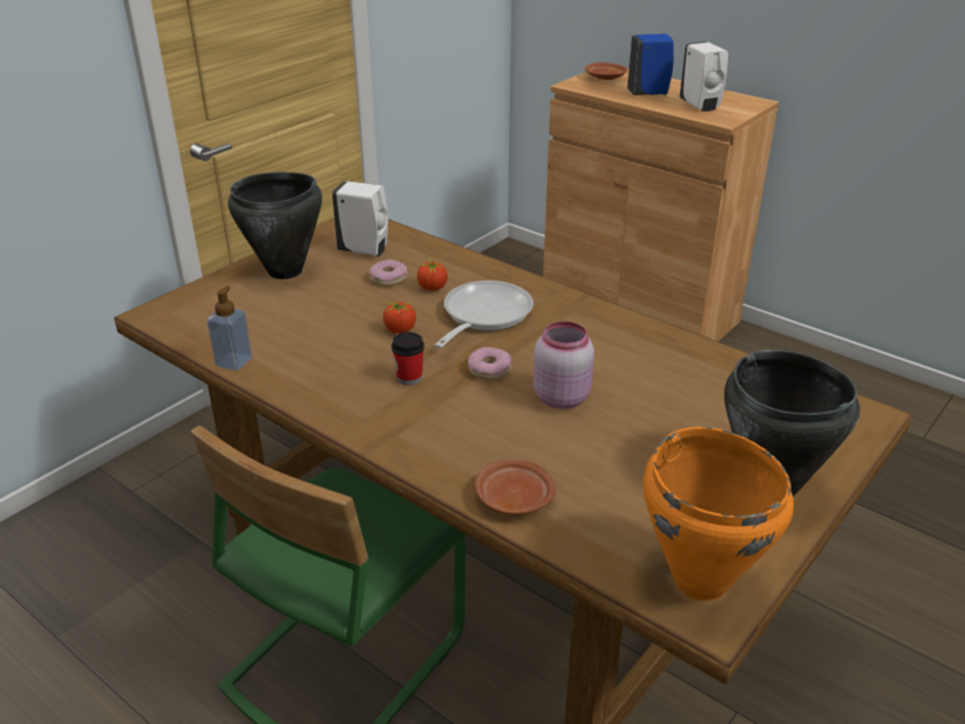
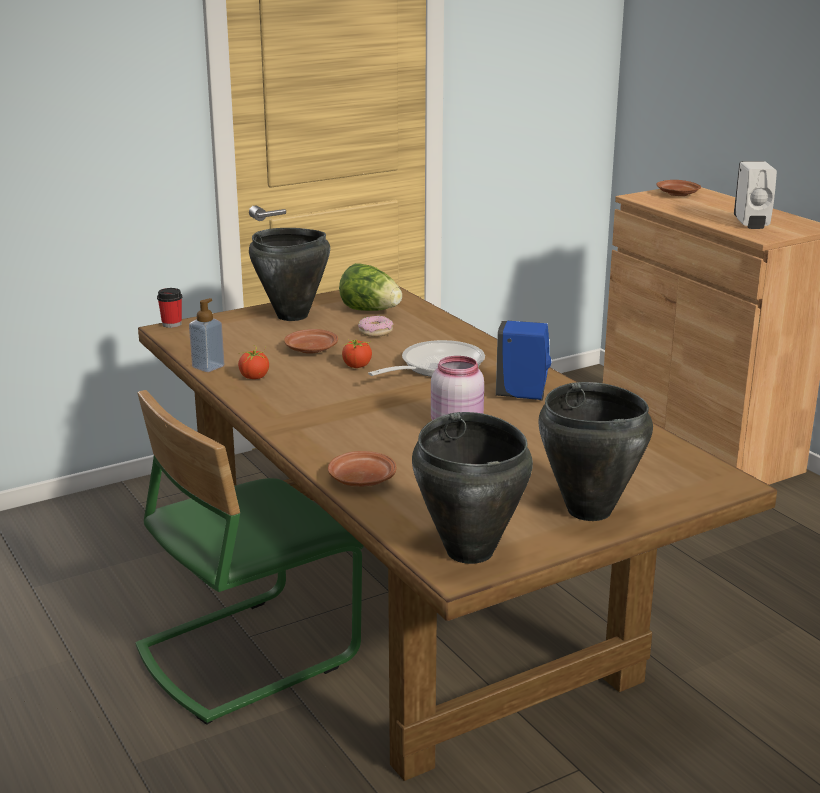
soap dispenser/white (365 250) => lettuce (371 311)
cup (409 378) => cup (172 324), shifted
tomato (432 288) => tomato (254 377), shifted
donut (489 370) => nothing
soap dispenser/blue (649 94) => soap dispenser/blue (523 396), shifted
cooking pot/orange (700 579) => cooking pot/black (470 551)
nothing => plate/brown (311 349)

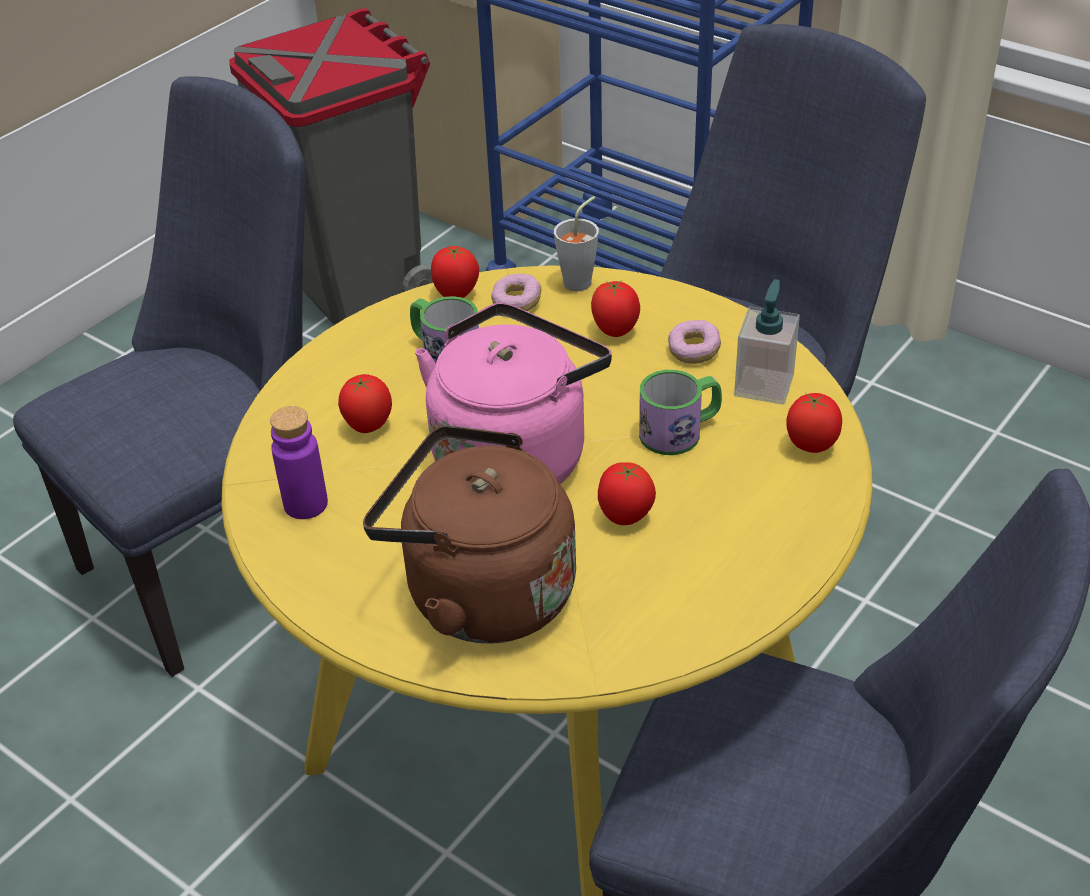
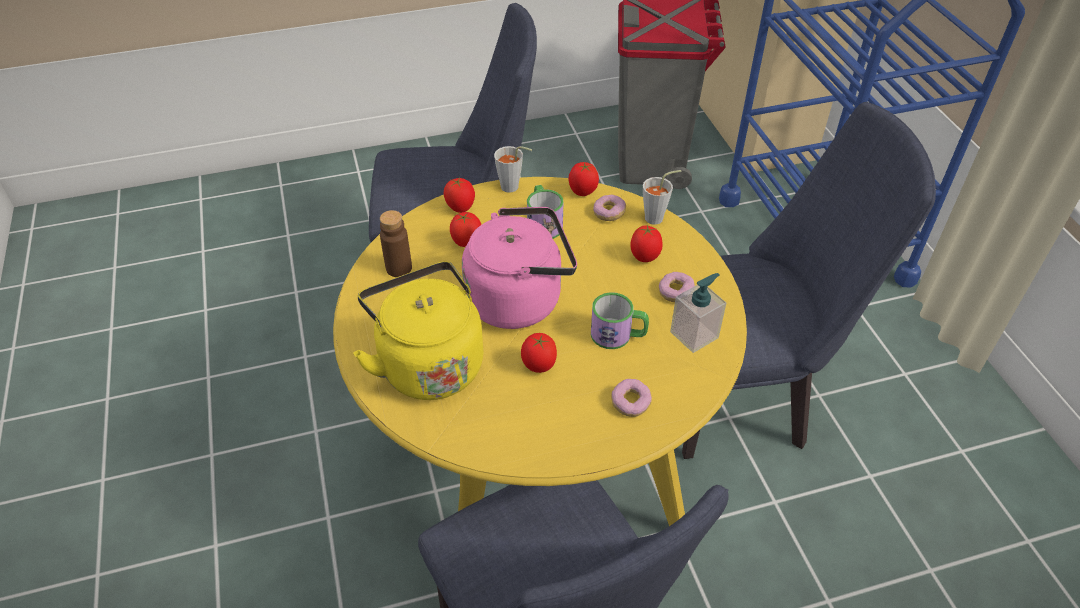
bottle/purple (306 504) => bottle/brown (399 268)
kettle/brown (480 593) => kettle/yellow (428 363)
tomato (811 446) => tomato (460 208), shifted
nothing => cup/grey (513 188)
nothing => donut (630 403)

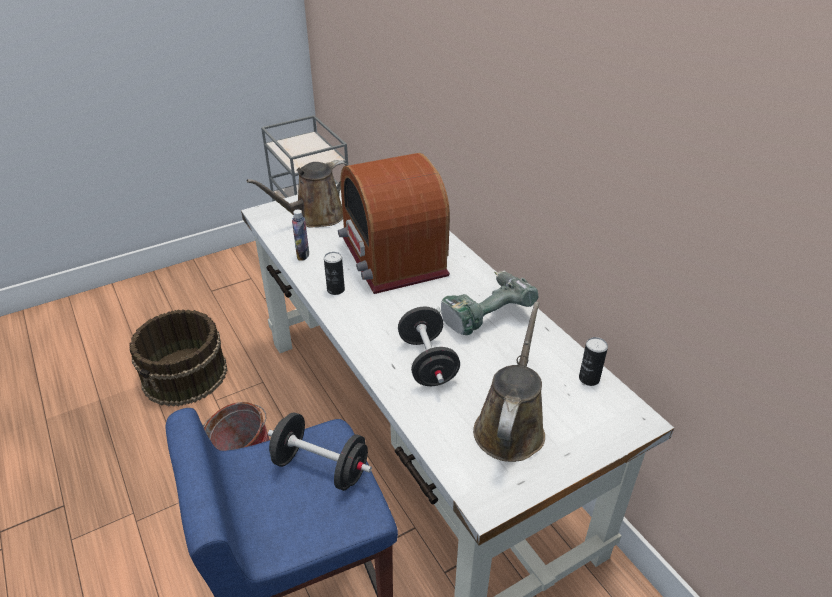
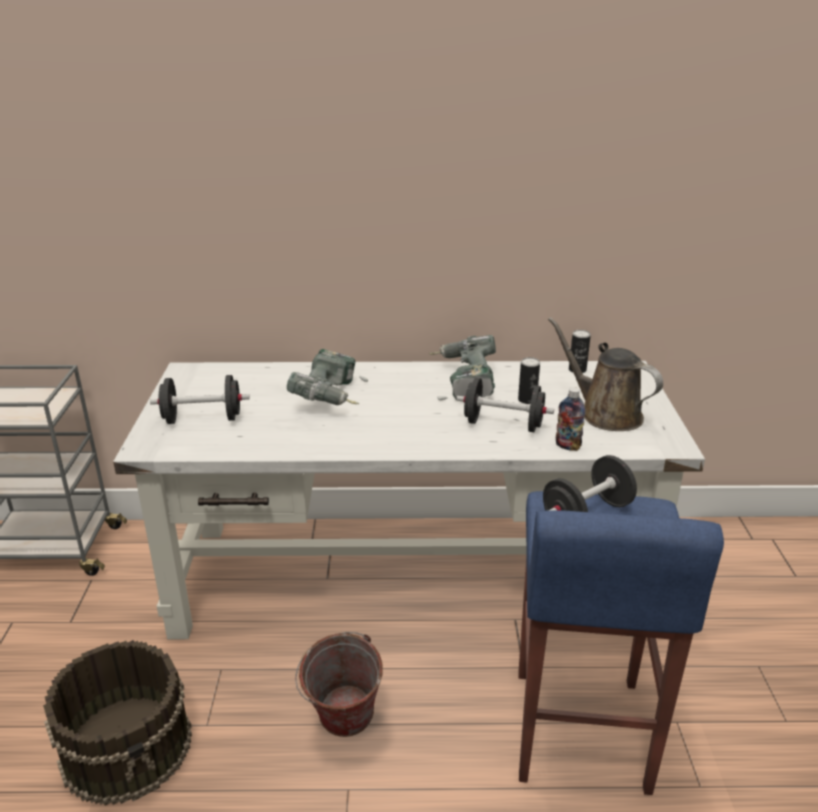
watering can/brown (315 217) => dumbbell/black (202 419)
bottle (303 255) => bottle (567 446), shifted
can (335 289) => can (527 400), shifted
radio (392 256) => power drill (332 398)

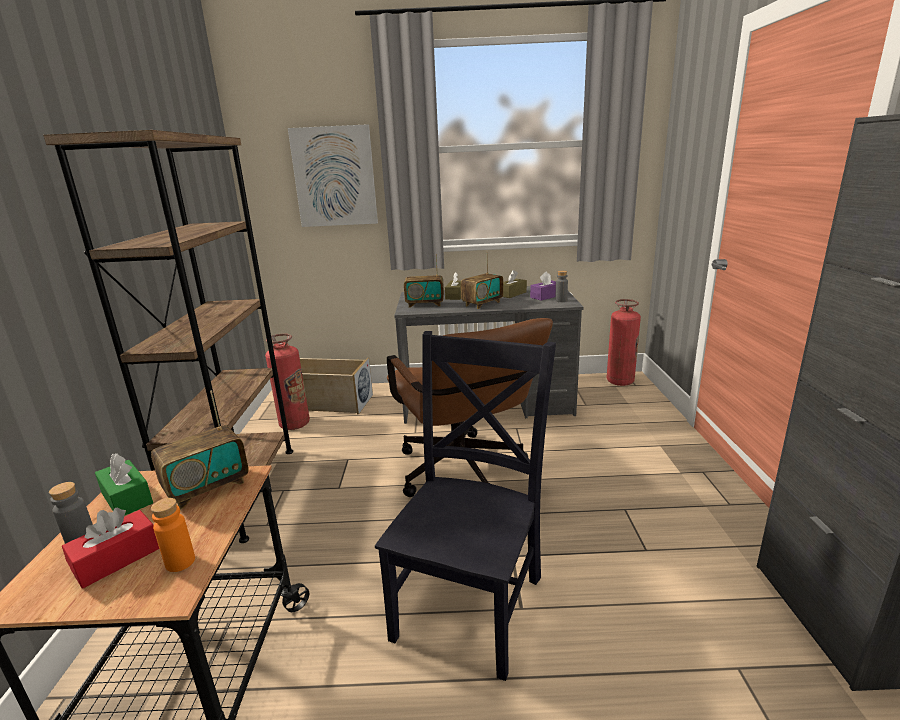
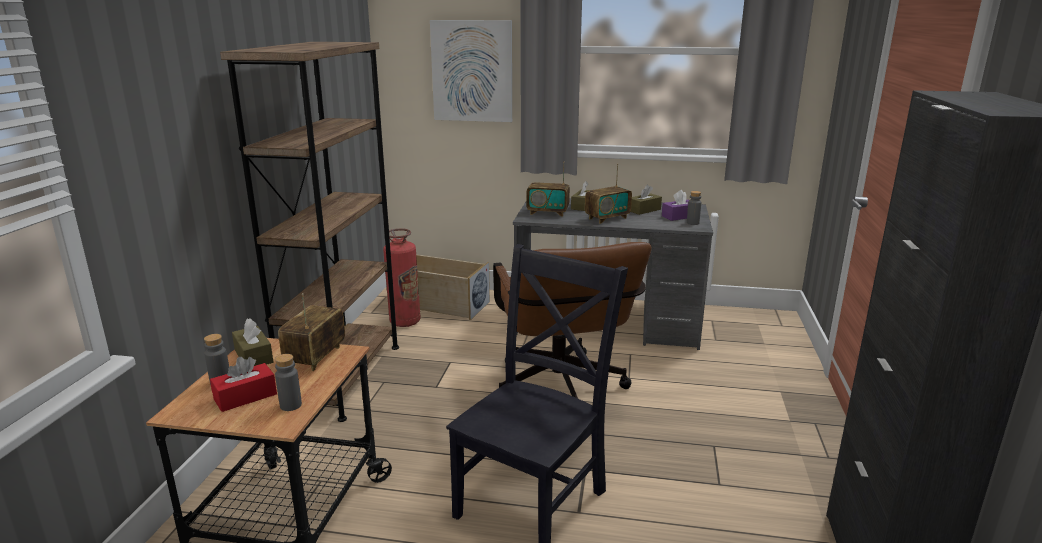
tissue box/green (127 498) => tissue box/brown (253 356)
radio (207 488) => radio (316 357), 135 degrees clockwise
bottle/orange (180 562) => bottle/grey (290 405)
fire extinguisher (620 381) => nothing

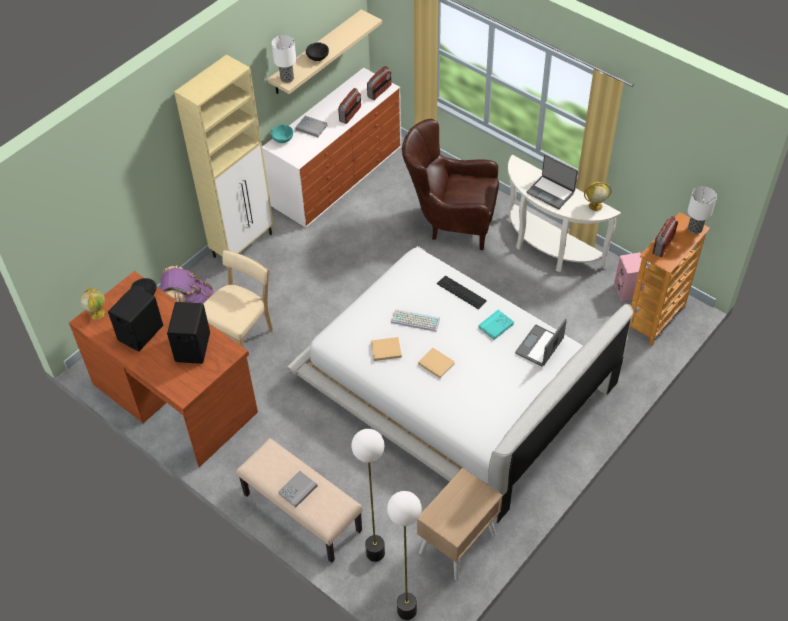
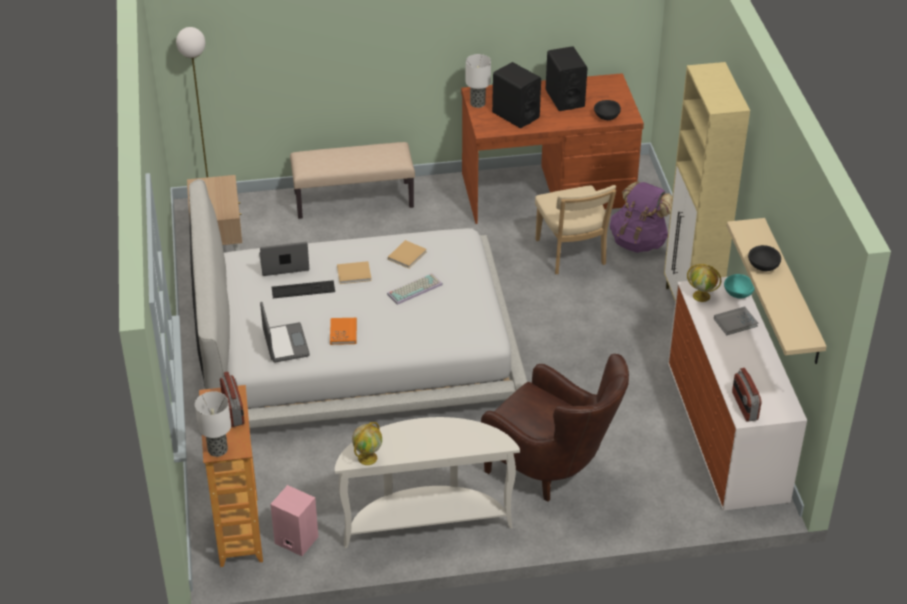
globe (97 313) => globe (702 296), shifted
table lamp (287 78) => table lamp (477 103), shifted
book/grey (297 490) => nothing
radio (350 114) => nothing
floor lamp (375 552) => nothing
armchair/brown (450 222) => armchair/brown (553 471), 75 degrees clockwise
keyboard (461 292) => keyboard (303 289), shifted
book/turquoise (496 325) => book/orange (343 332)
laptop (551 192) => laptop (284 264), shifted

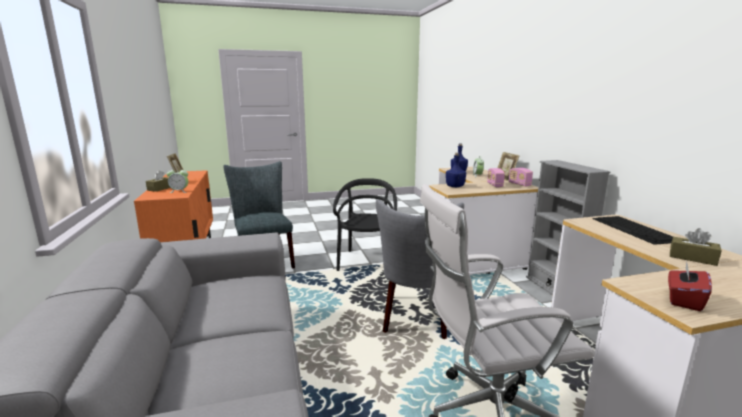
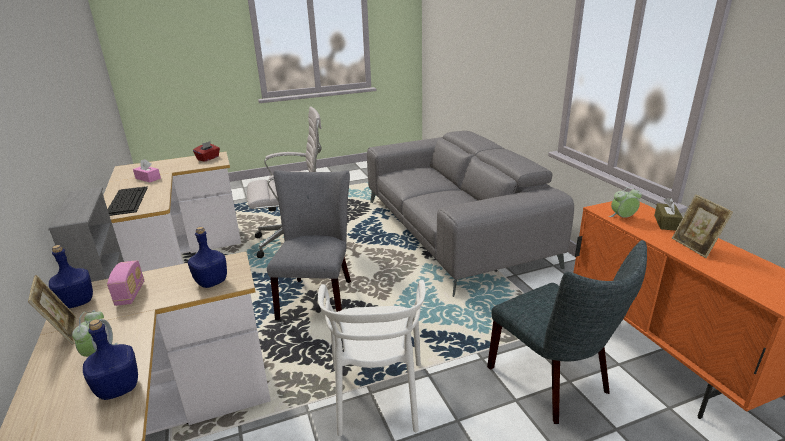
chair/black (367 261) => chair/white (377 395)
radio (519 184) => bottle/blue (77 301)
tissue box/brown (692 258) => tissue box/pink (148 178)

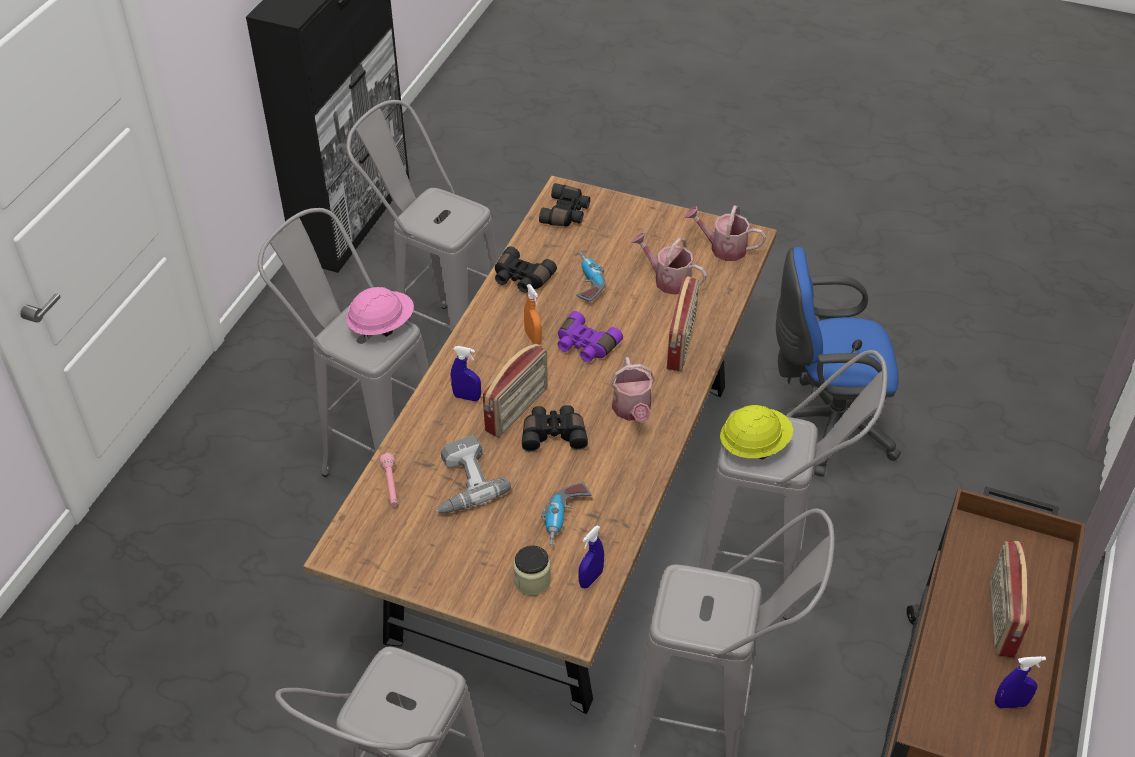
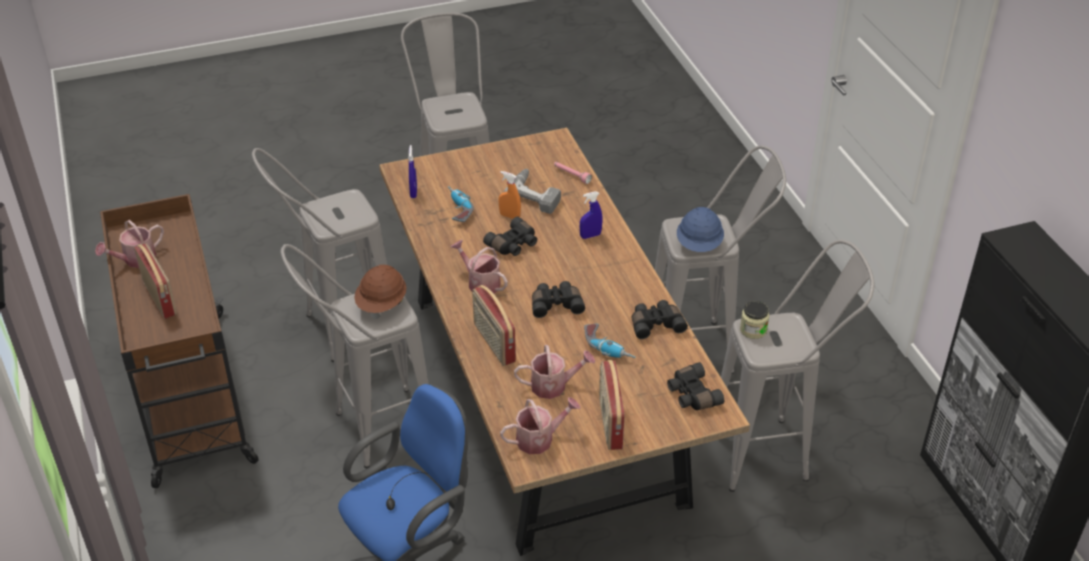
hard hat/pink (381 326) => hard hat/blue (699 245)
radio (517 410) => radio (609 422), shifted
jar (532 581) => jar (753 330), shifted
spray bottle/orange (533 337) => spray bottle/orange (509 216), shifted
binoculars/purple (585 346) => binoculars/black (556 304)
hard hat/yellow (754 445) => hard hat/brown (382 304)
spray bottle/blue (1010 703) => watering can (135 260)

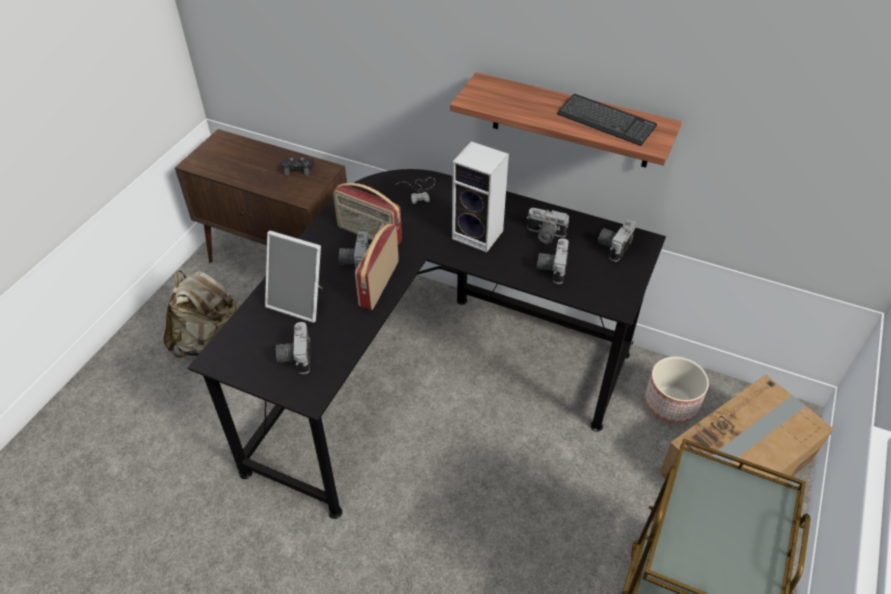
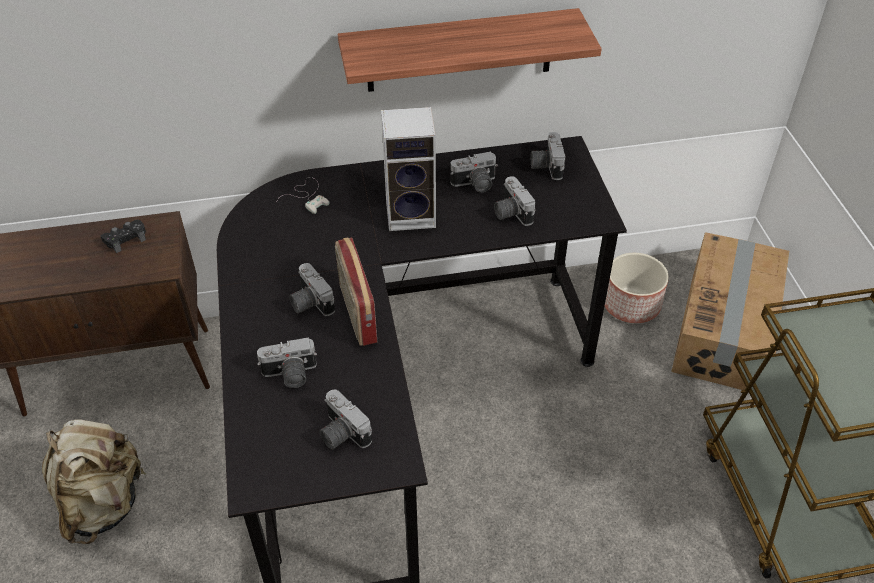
picture frame (300 302) => photo camera (290 375)
radio (368 235) => nothing
keyboard (606 121) => nothing

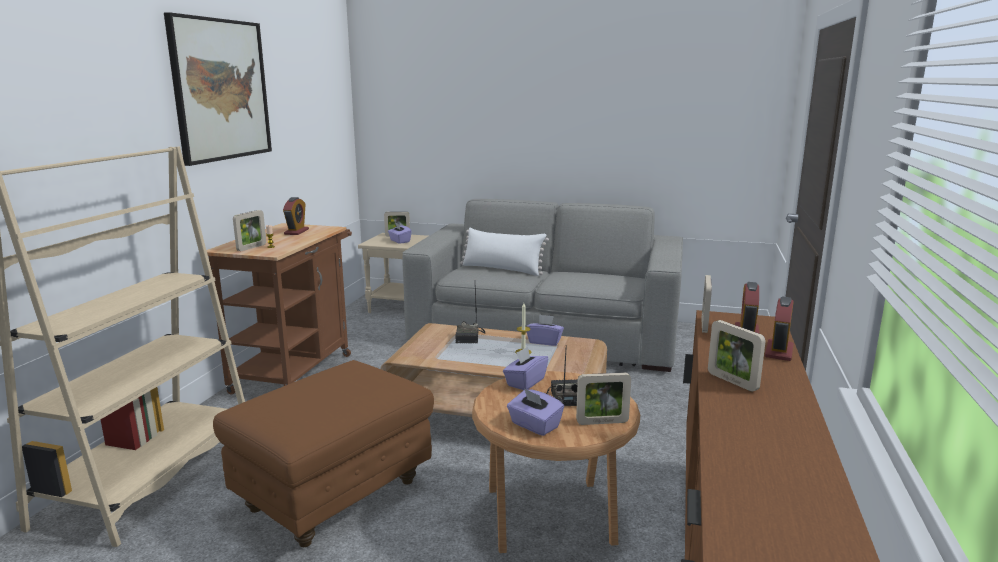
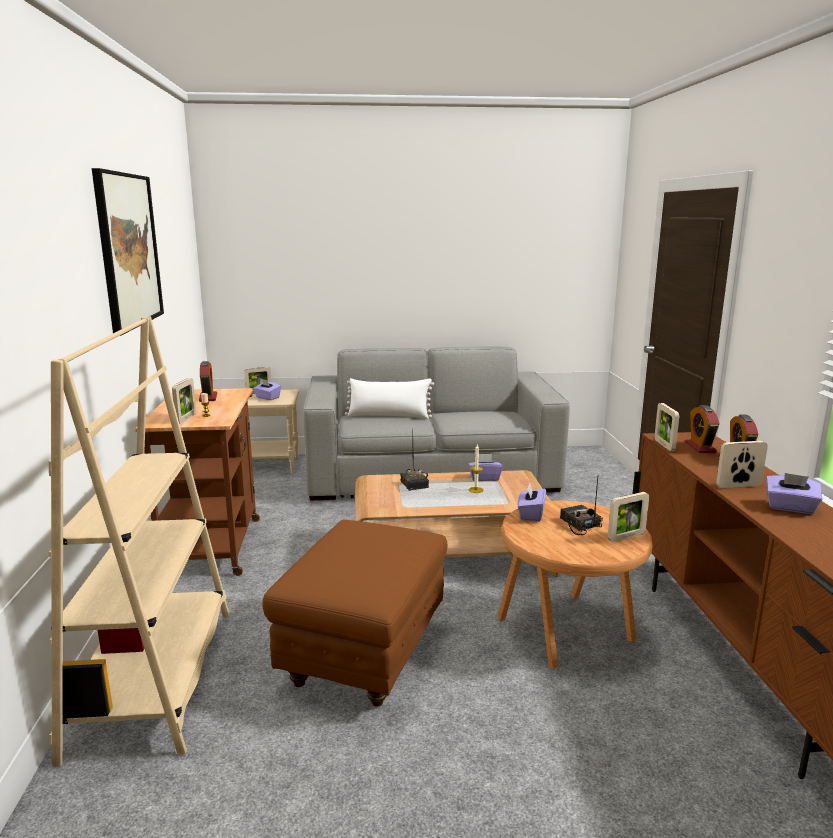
tissue box/purple (534 425) => tissue box/purple (790 508), shifted
picture frame (732 381) => picture frame (738 486), 135 degrees clockwise

